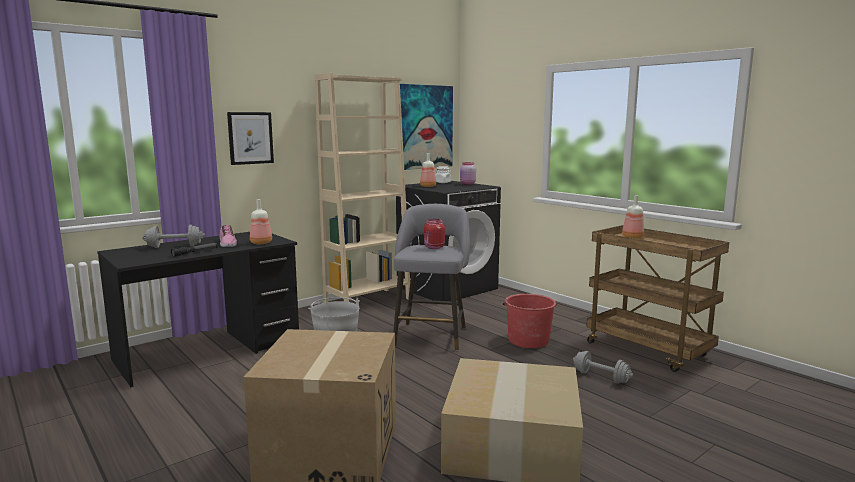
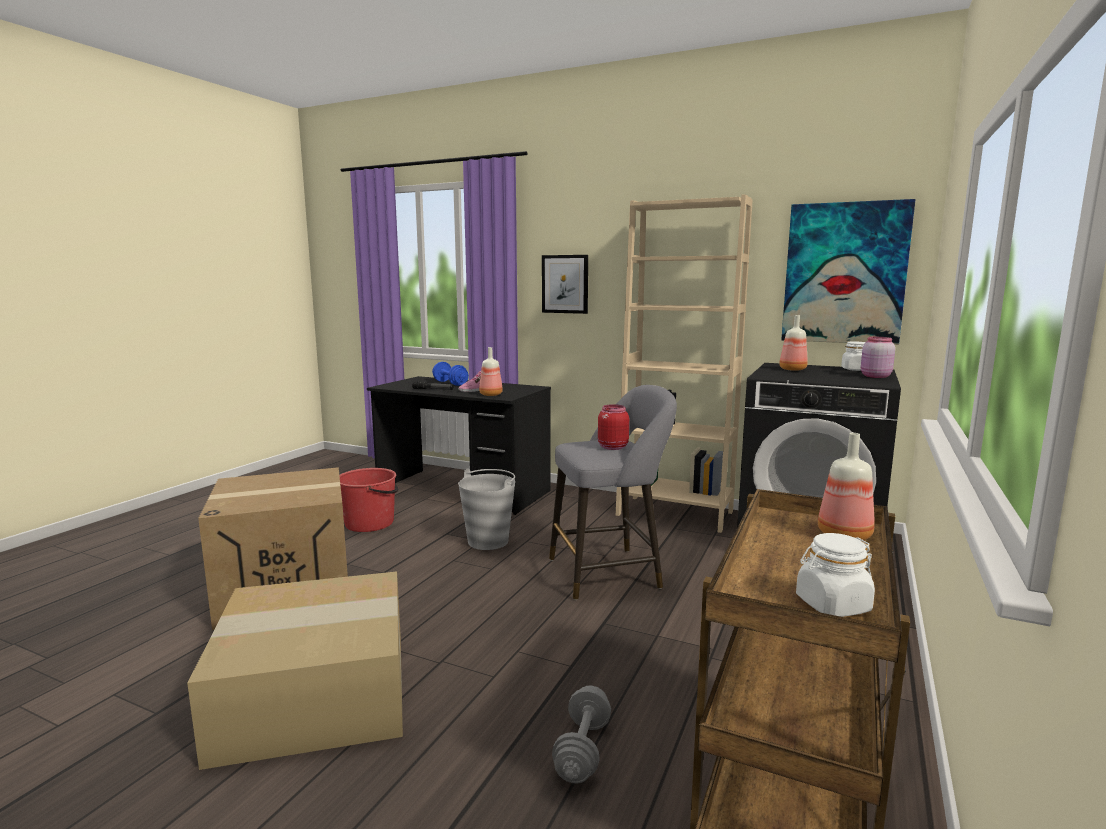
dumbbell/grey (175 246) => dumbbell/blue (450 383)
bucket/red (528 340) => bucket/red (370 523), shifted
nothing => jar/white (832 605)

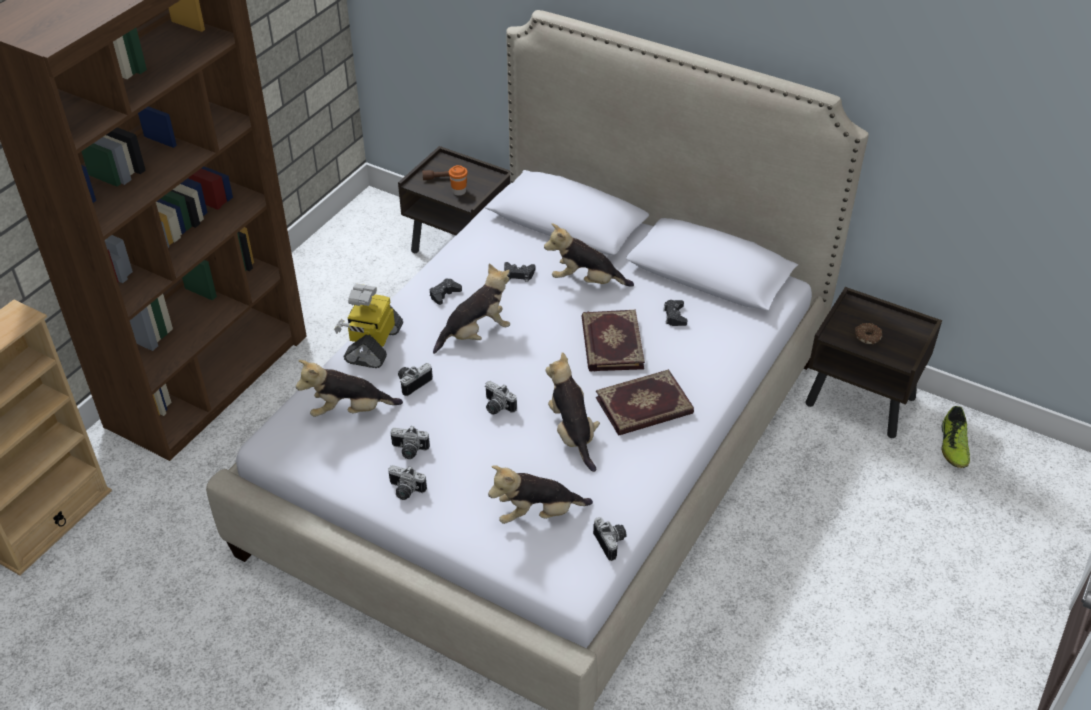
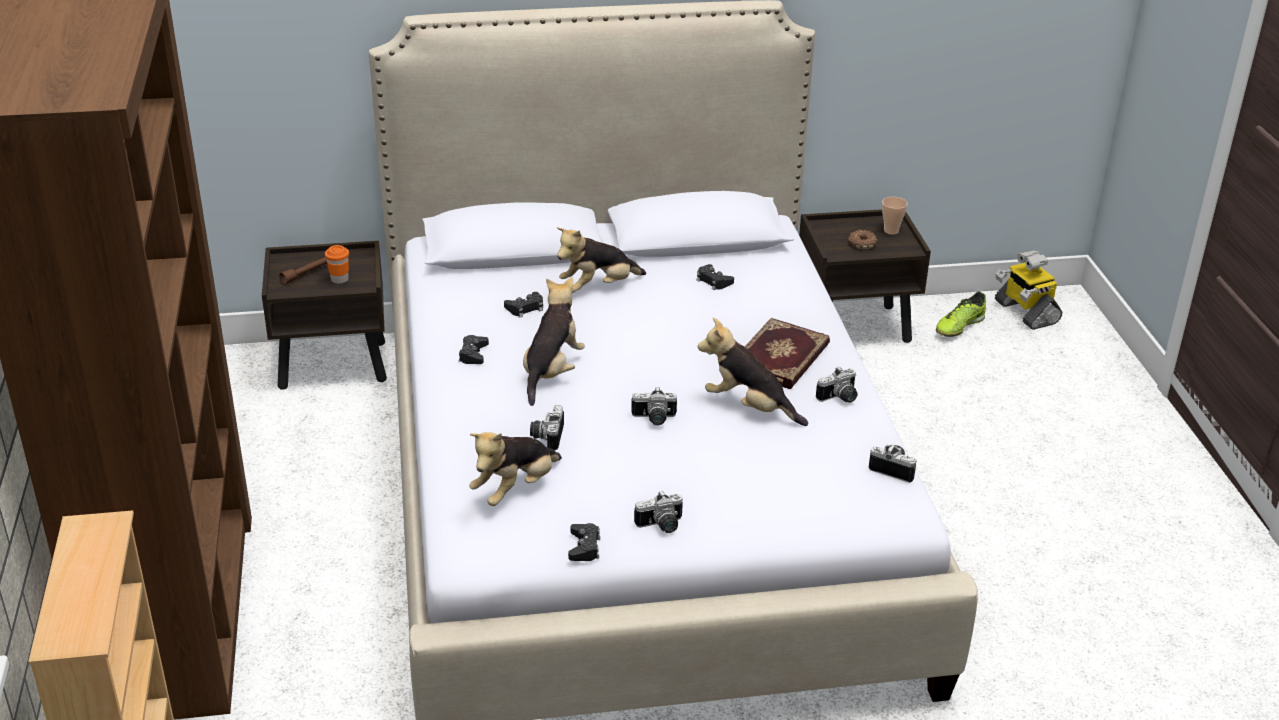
toy robot (373 344) => toy robot (1025 312), shifted
photo camera (409 451) => photo camera (840 398), shifted
plush toy (537 514) => nothing
book (610 343) => nothing
shoe (953 446) => shoe (959 326), 75 degrees clockwise
nothing => game controller/black (584 547)
nothing => cup (891 231)

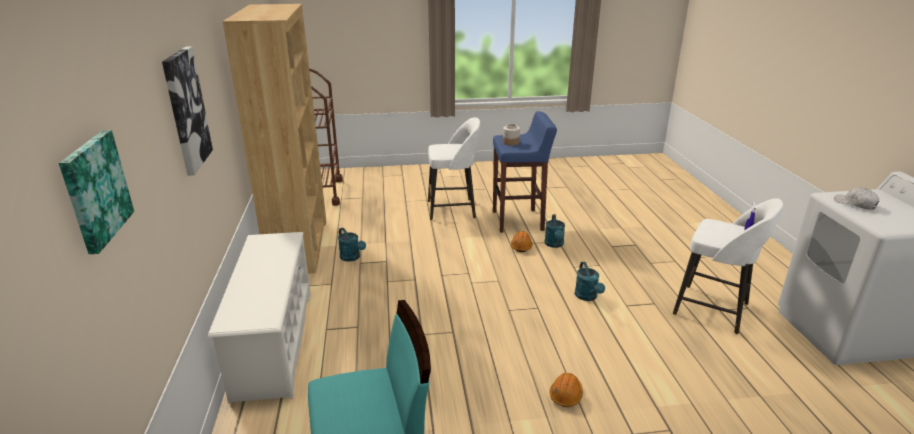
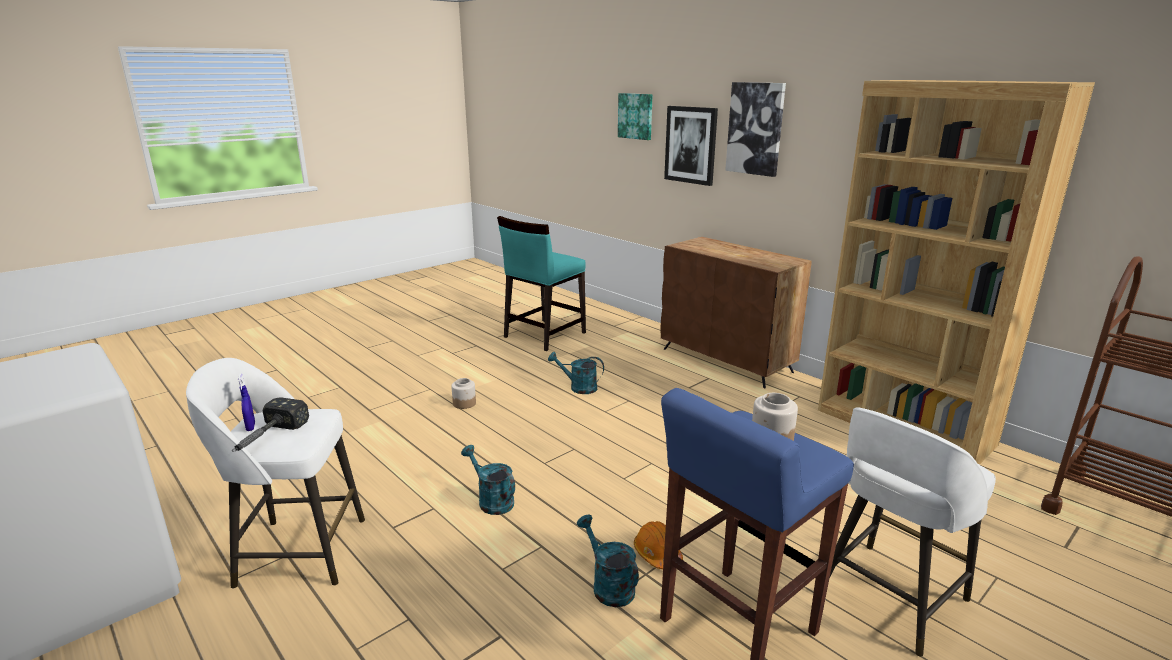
shoe rack/white (274 342) => cabinet/brown (727 360)
watering can/turquoise (352 258) => watering can/turquoise (578 387), shifted
hard hat/orange (566 395) => jar (464 403)
cap/white (855 204) => nothing
nothing => hammer (267 438)
nothing => picture (691 145)

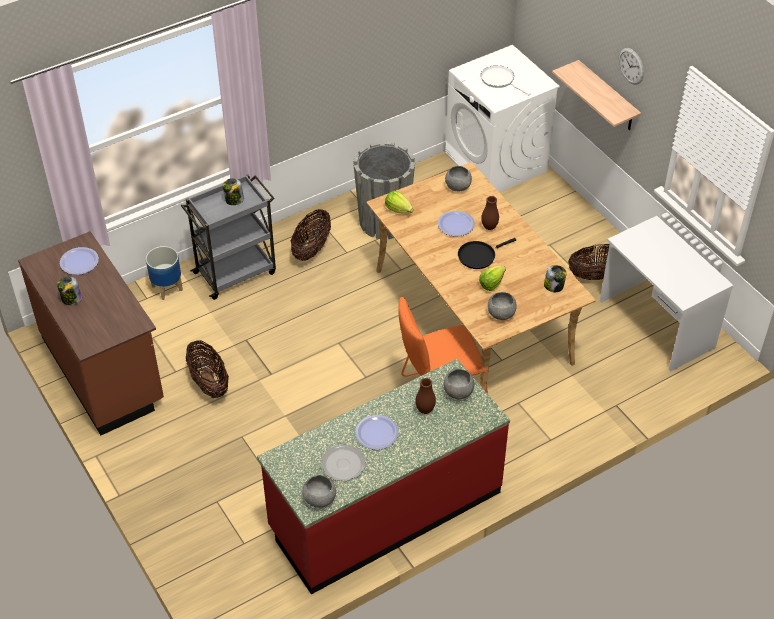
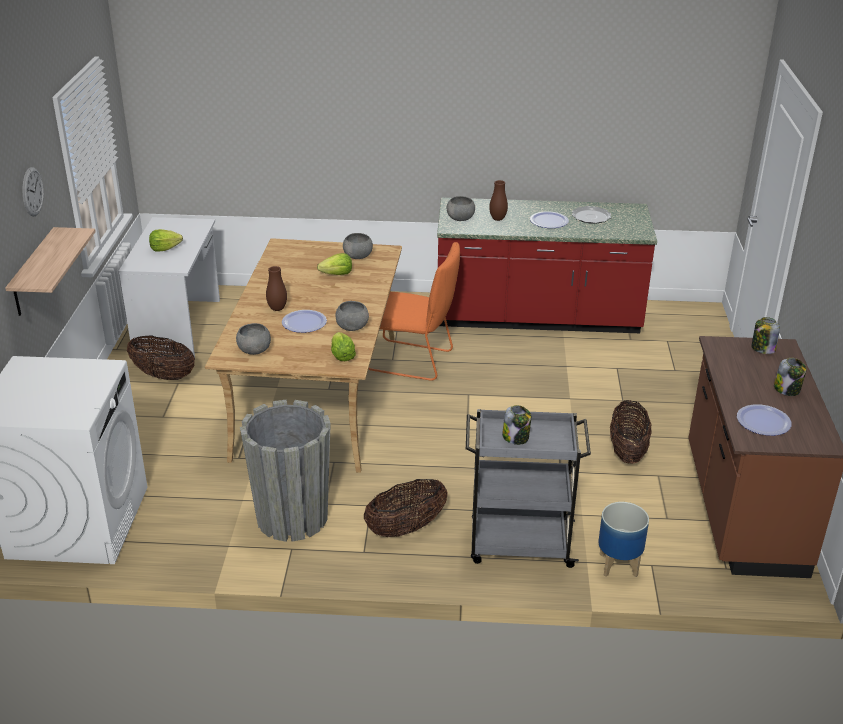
bowl/grey (319 498) => bowl/grey (352 327), shifted
frying pan/black (479 256) => nothing
frying pan/white (499 80) => nothing
jar (554 286) => jar (762 349), shifted
nothing => lettuce (165 249)

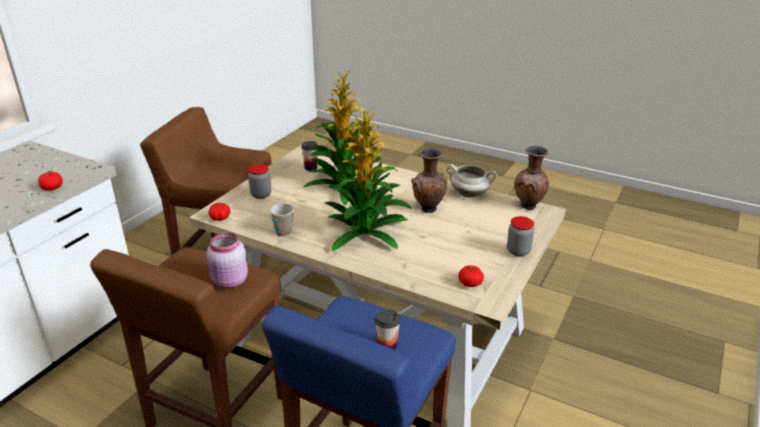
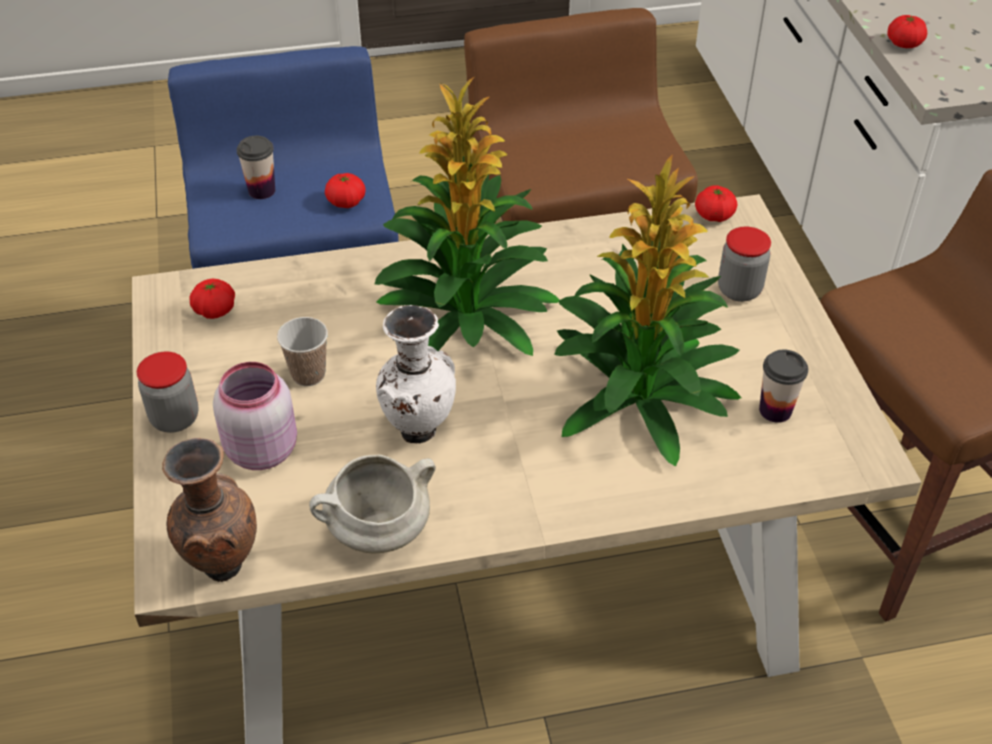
jar/pink (229 282) => jar/pink (261 448), shifted
cup (283 232) => cup (308 374), shifted
vase/brown (428 210) => vase/white (417 429)
nothing => tomato (346 202)

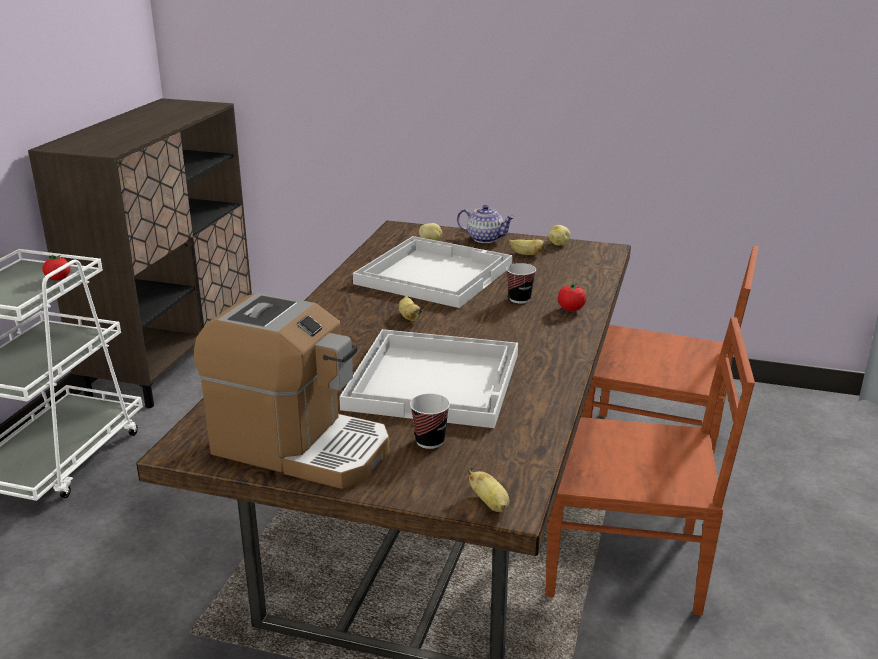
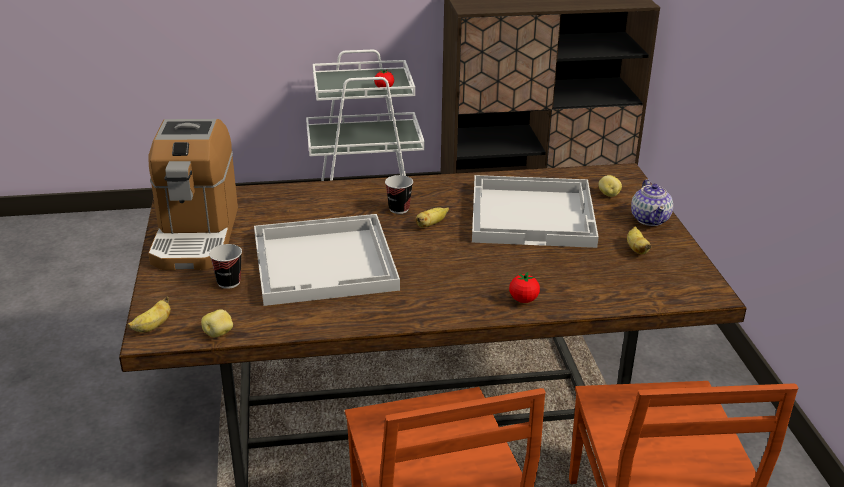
cup (519 299) => cup (399 209), shifted
potato (559 244) => potato (219 333), shifted

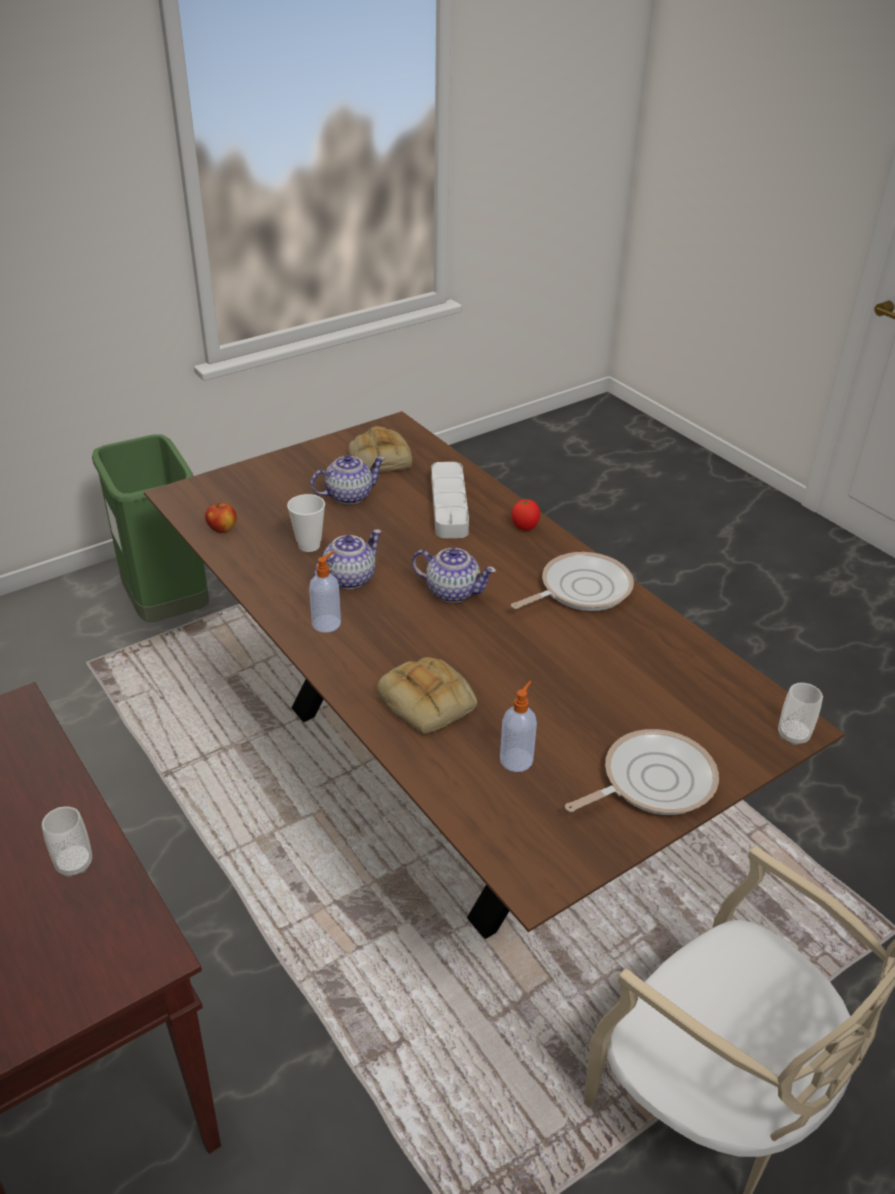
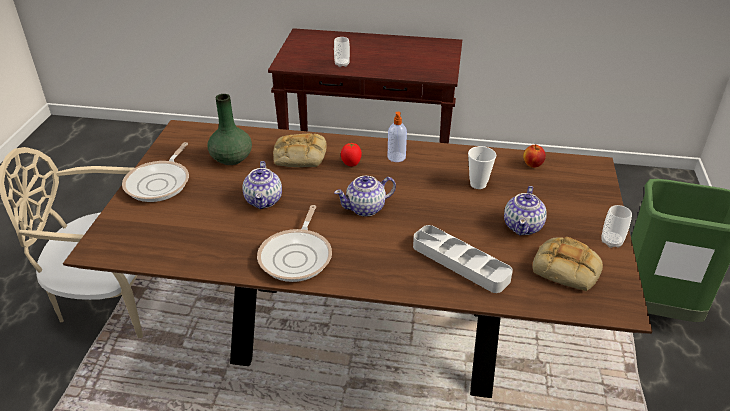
teapot (349 578) => teapot (264 200), shifted
soap dispenser (517 759) => vase/green (232 158)
tomato (524 528) => tomato (351 164), shifted
cup (793 735) => cup (611 242), shifted

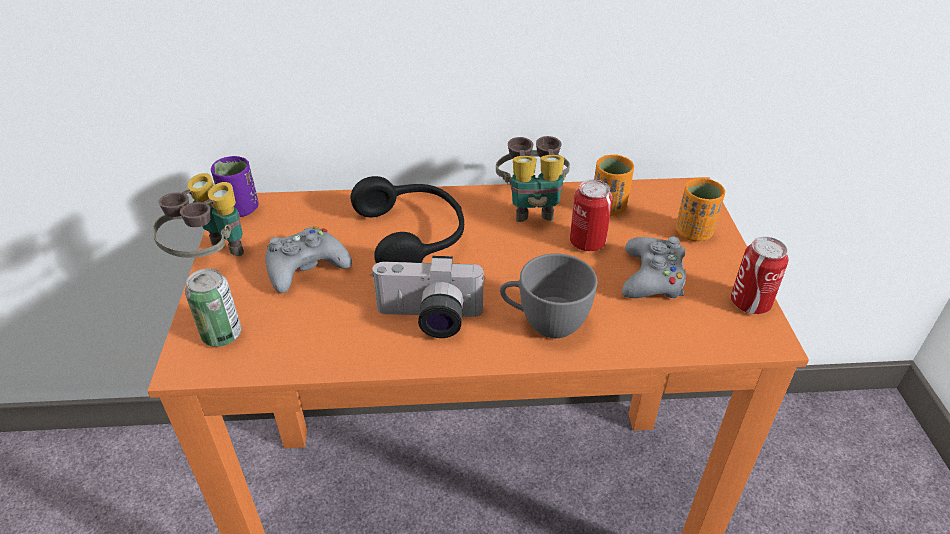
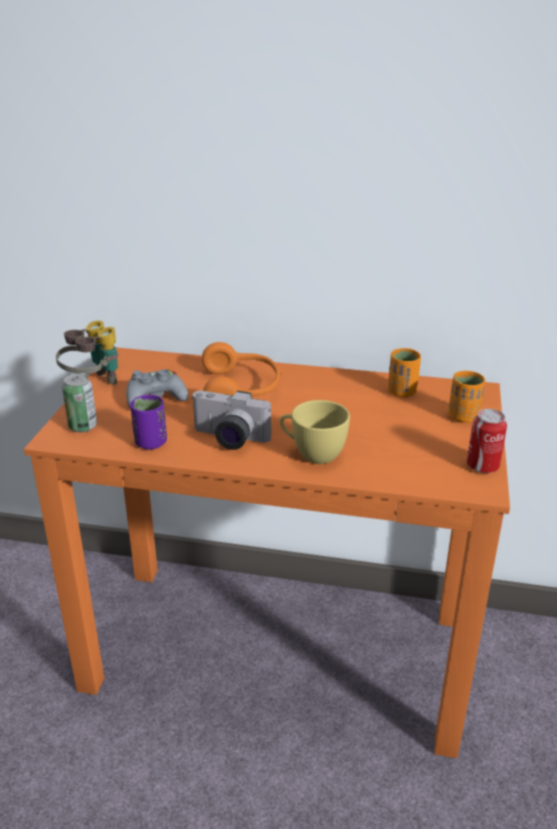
cup/purple (241 209) => cup/purple (151 443), shifted
headphones/black (413 236) => headphones/orange (241 389)
binoculars (532 207) => nothing
cup/grey (544 323) => cup/yellow (312 454)
can (587 242) => nothing
game controller/grey (652 278) => nothing

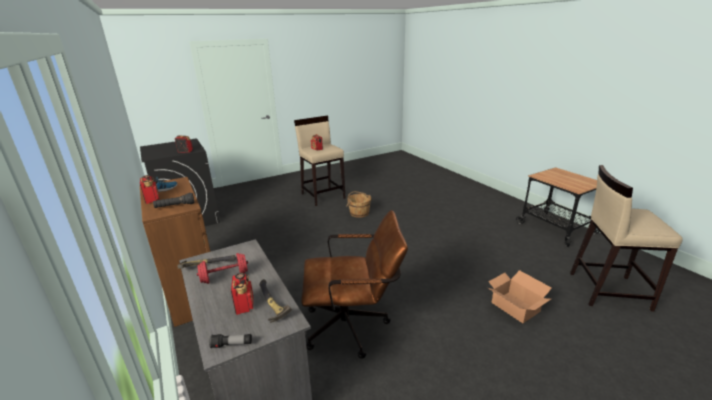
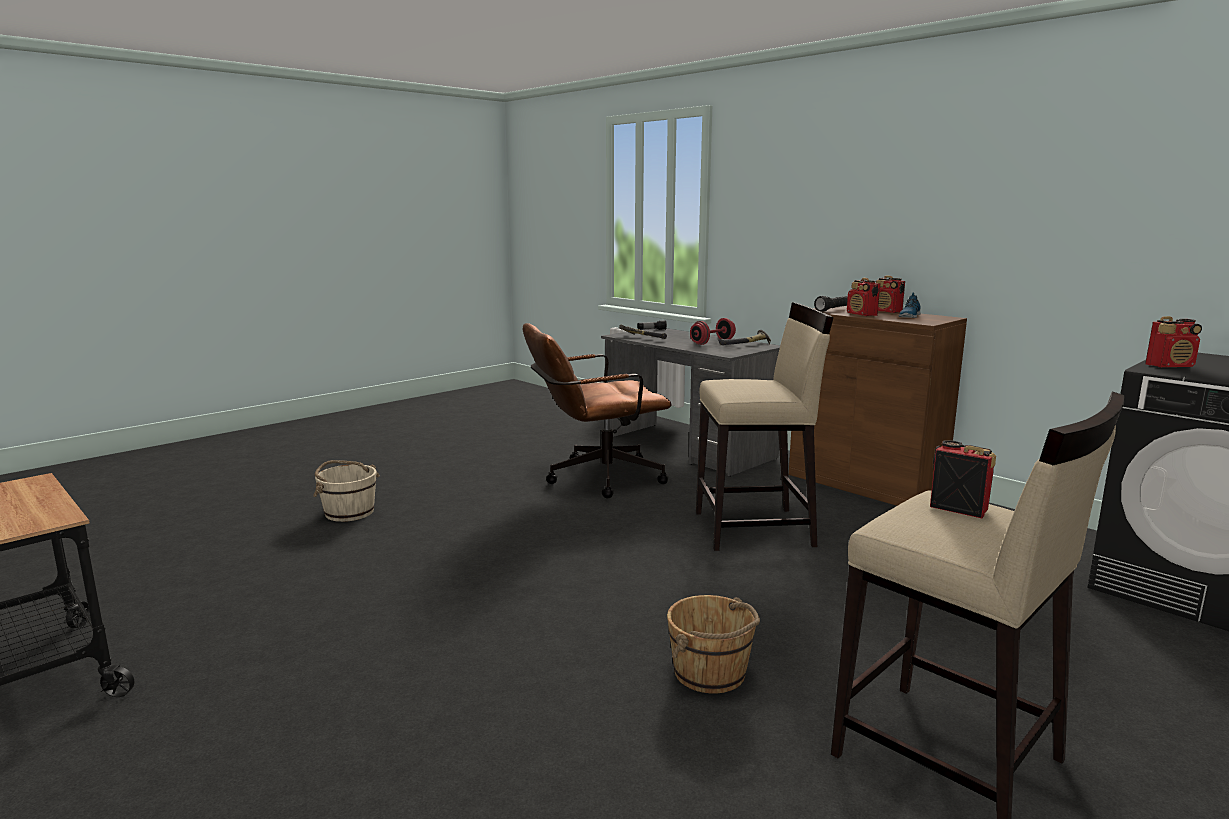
radio (244 305) => radio (862 314), shifted
cardboard box (515 307) => bucket/beige (349 512)
stool/beige (607 290) => stool/beige (755 529), shifted

